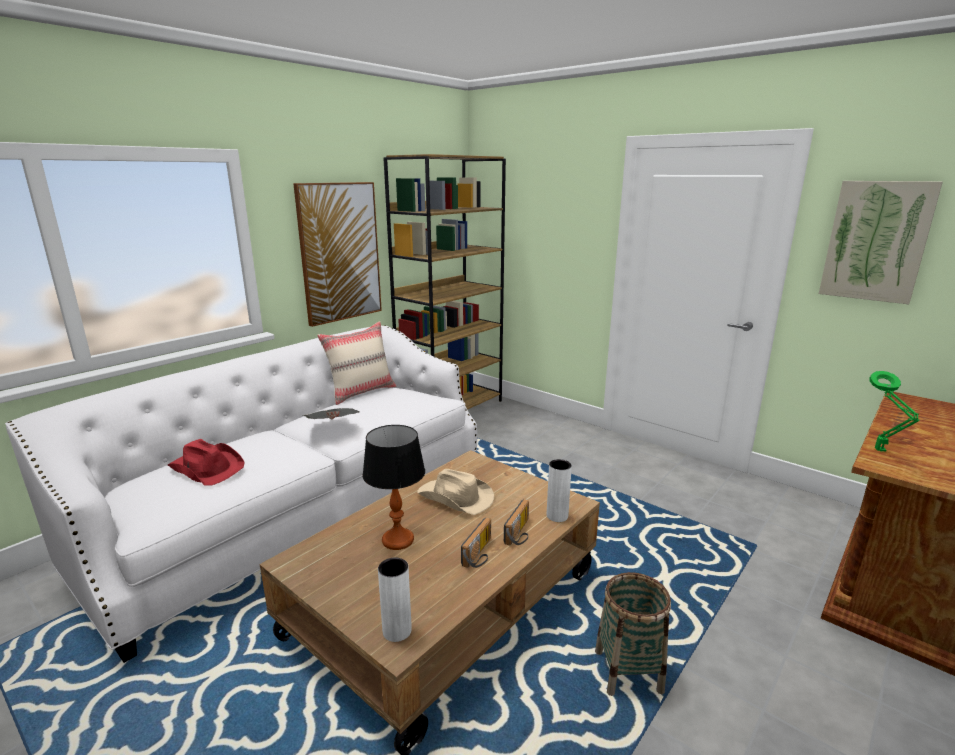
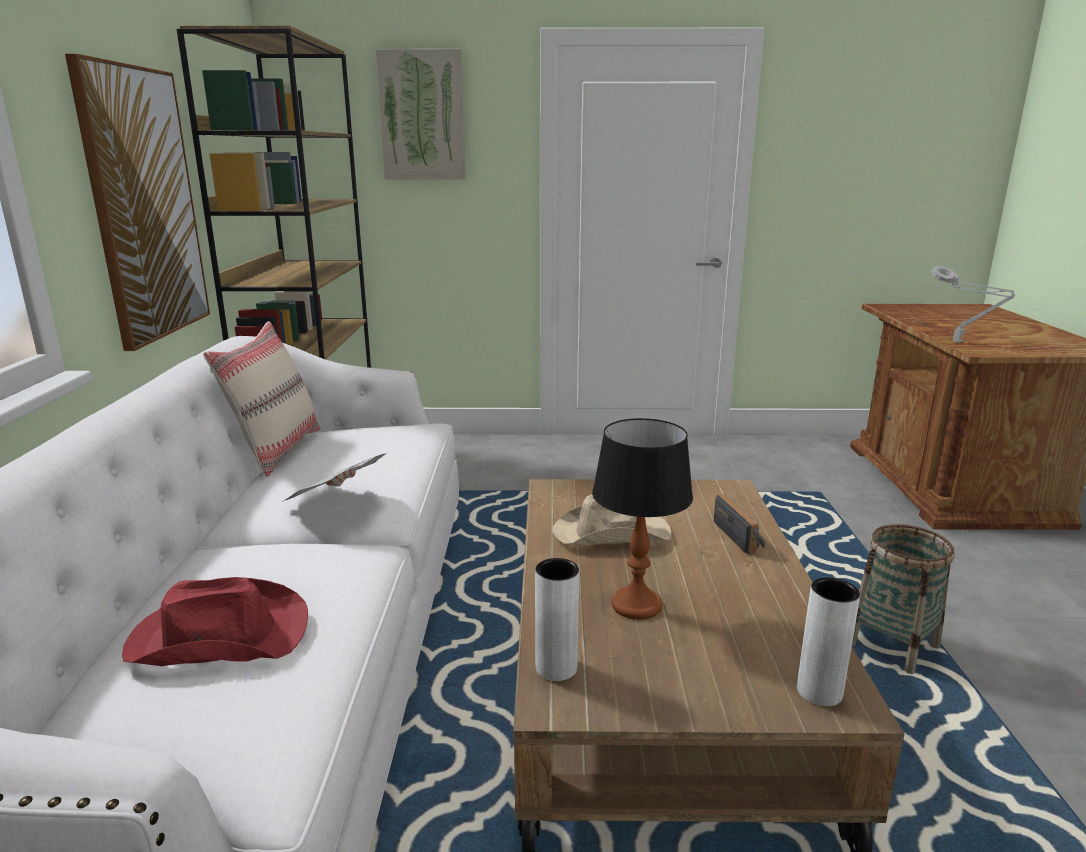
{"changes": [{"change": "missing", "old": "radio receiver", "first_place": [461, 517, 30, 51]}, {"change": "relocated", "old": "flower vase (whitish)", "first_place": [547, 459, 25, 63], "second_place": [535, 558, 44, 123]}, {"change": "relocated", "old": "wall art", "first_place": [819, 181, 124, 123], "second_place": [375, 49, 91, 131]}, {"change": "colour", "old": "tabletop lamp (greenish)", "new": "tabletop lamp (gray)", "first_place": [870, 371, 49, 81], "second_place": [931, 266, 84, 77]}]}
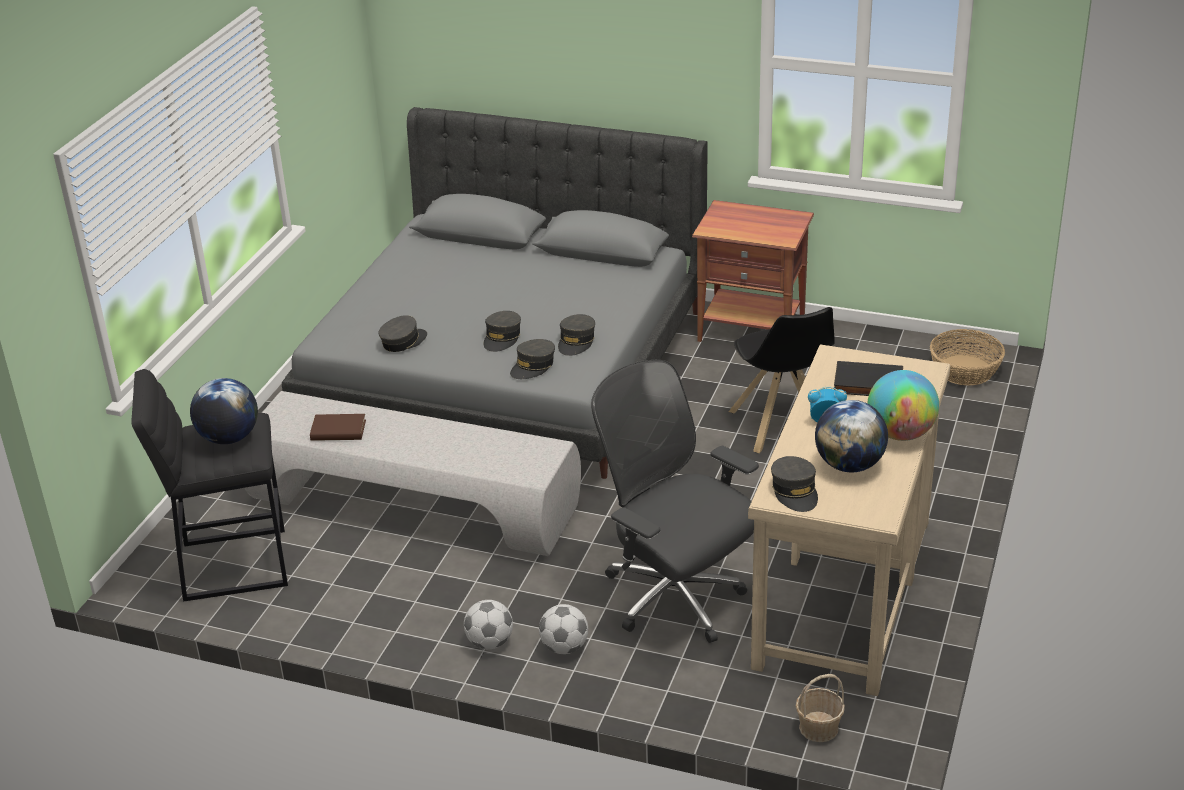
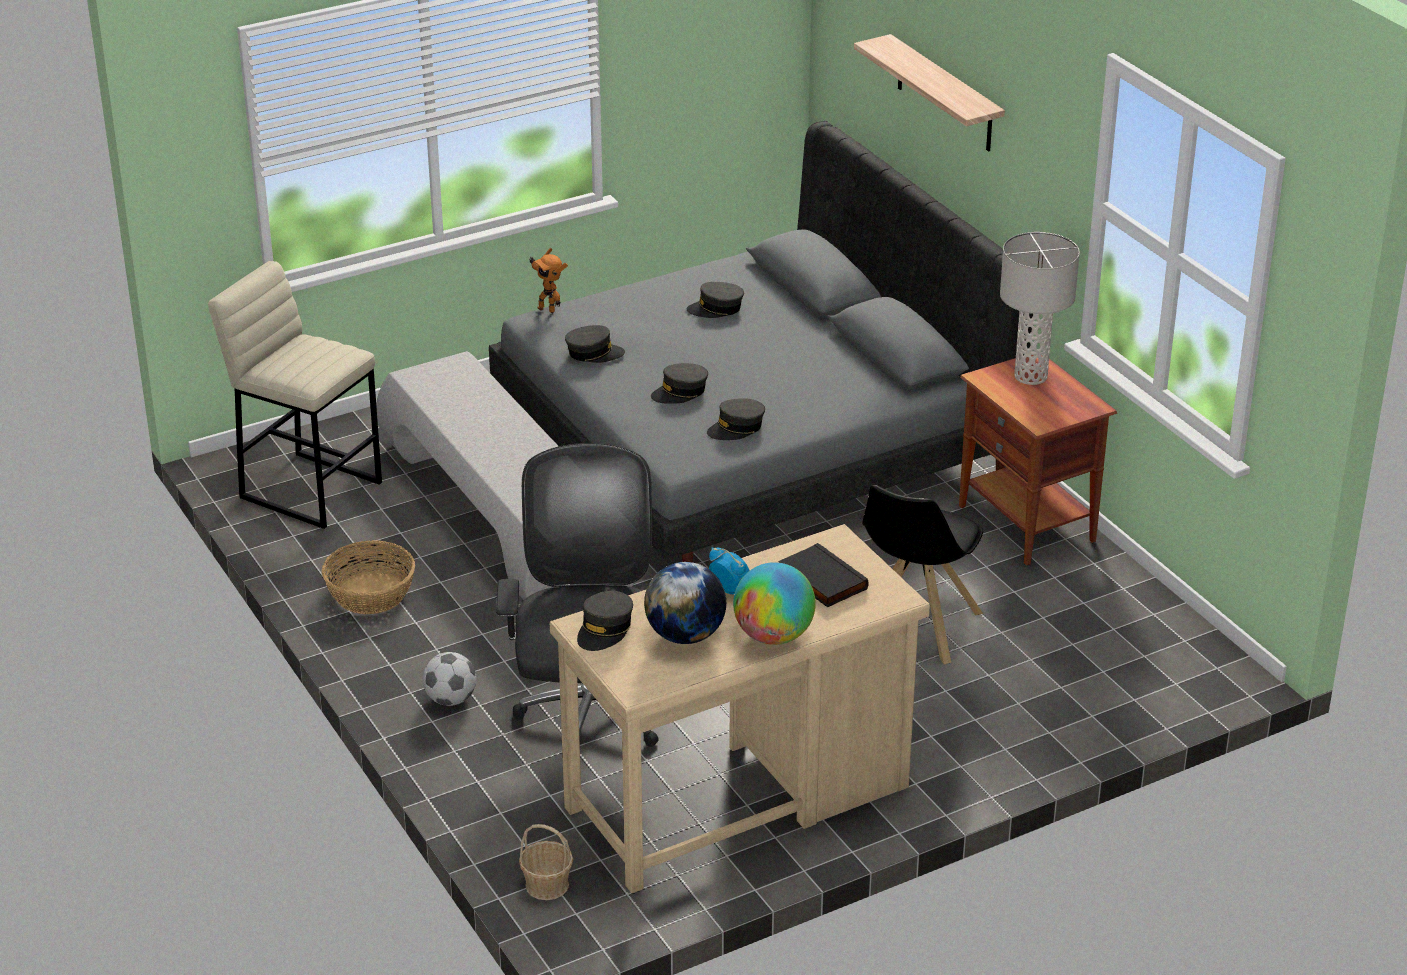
{"changes": [{"change": "missing", "old": "desk globe", "first_place": [190, 378, 68, 66]}, {"change": "missing", "old": "volume (brown)", "first_place": [310, 414, 56, 27]}, {"change": "missing", "old": "football ball", "first_place": [464, 600, 49, 49]}, {"change": "appeared", "new": "model robot", "second_place": [529, 248, 39, 65]}, {"change": "appeared", "new": "bracket shelf", "second_place": [854, 34, 151, 117]}, {"change": "appeared", "new": "tabletop lamp (whitish)", "second_place": [1000, 232, 80, 153]}, {"change": "relocated", "old": "cap (gray)", "first_place": [510, 339, 45, 40], "second_place": [687, 282, 57, 36]}, {"change": "relocated", "old": "household basket", "first_place": [930, 329, 75, 56], "second_place": [322, 540, 93, 74]}, {"change": "colour", "old": "stool (black-coloured)", "new": "stool (beige-coloured)", "first_place": [131, 369, 157, 232], "second_place": [208, 261, 174, 268]}]}
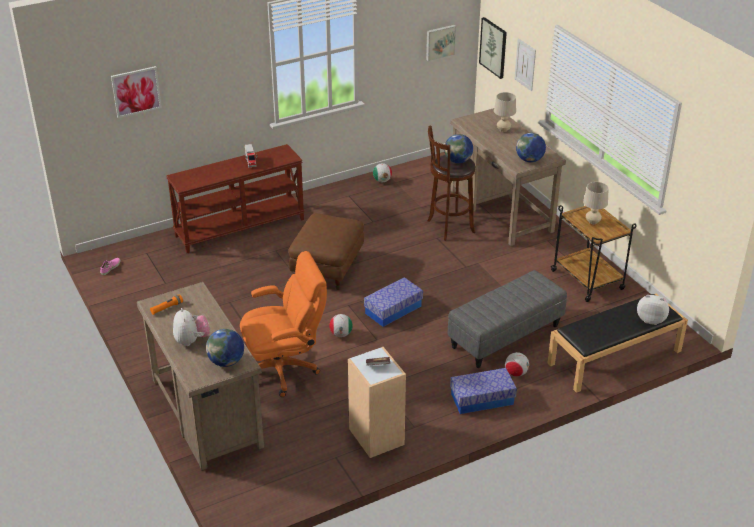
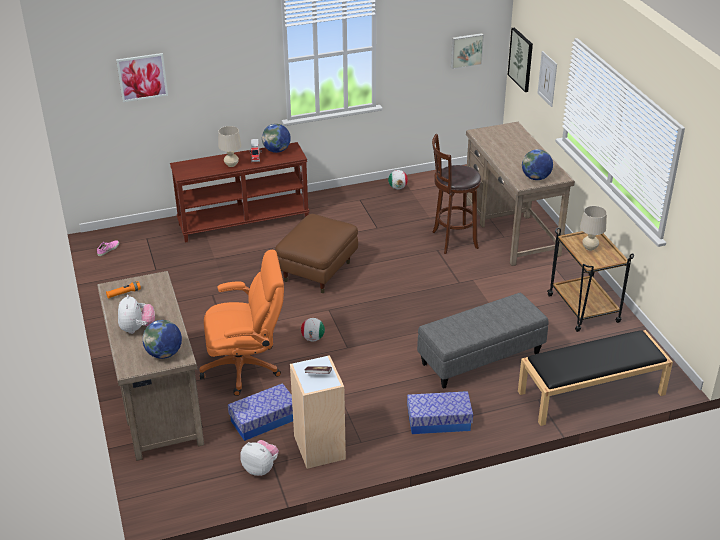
{"changes": [{"change": "missing", "old": "football ball", "first_place": [505, 352, 24, 25]}, {"change": "relocated", "old": "storage box", "first_place": [364, 277, 59, 50], "second_place": [228, 383, 65, 58]}, {"change": "relocated", "old": "desk globe", "first_place": [444, 134, 29, 29], "second_place": [262, 124, 29, 29]}, {"change": "relocated", "old": "tabletop lamp (beige-coloured)", "first_place": [494, 92, 22, 40], "second_place": [218, 126, 24, 41]}, {"change": "relocated", "old": "soft toy", "first_place": [637, 295, 32, 30], "second_place": [240, 440, 39, 36]}]}
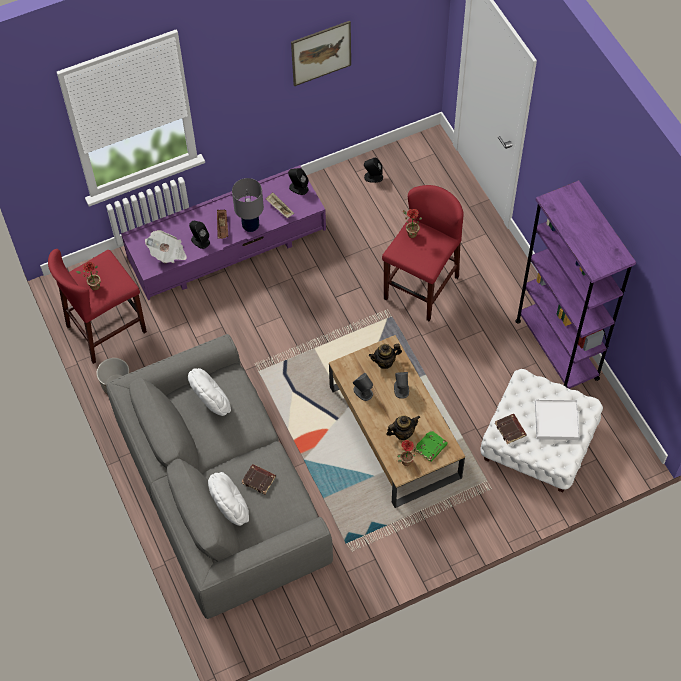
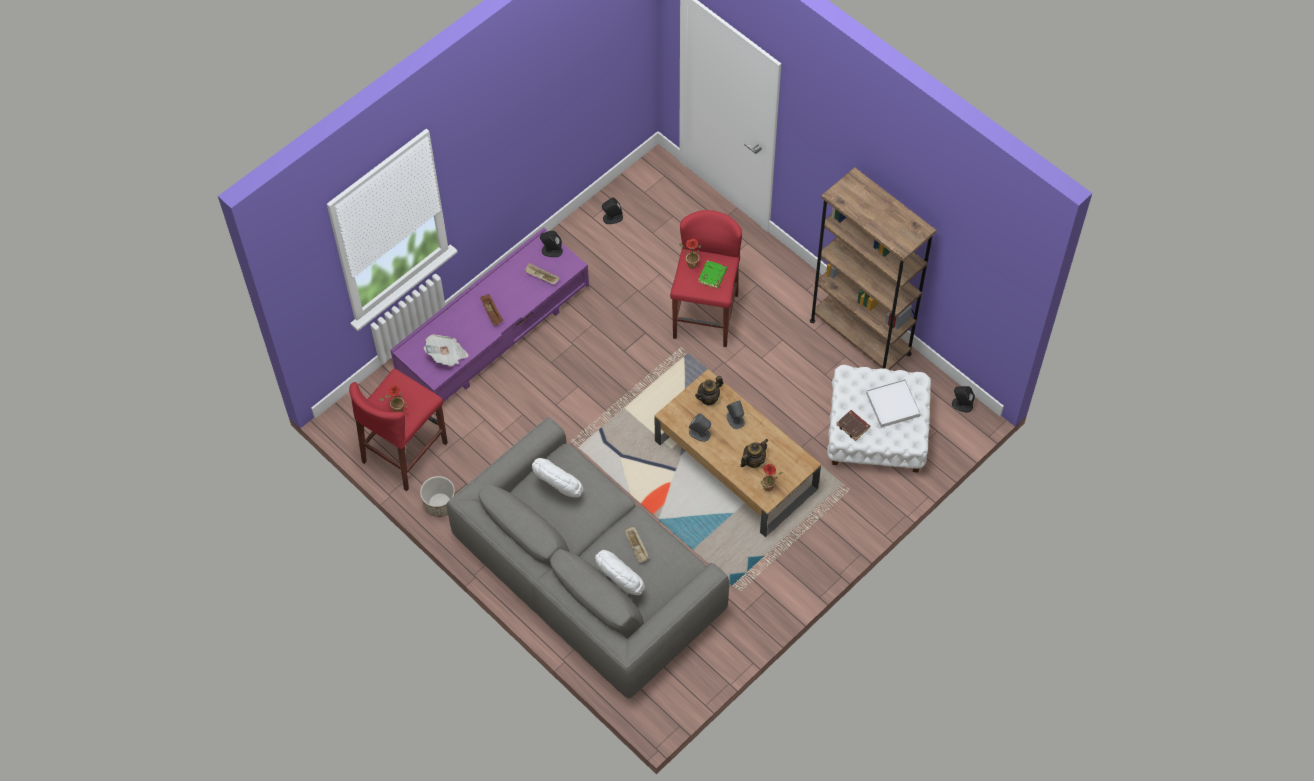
{"changes": [{"change": "missing", "old": "tabletop lamp (gray)", "first_place": [232, 178, 32, 54]}, {"change": "missing", "old": "wall art", "first_place": [291, 21, 60, 65]}, {"change": "relocated", "old": "speaker (black-coloured)", "first_place": [189, 221, 21, 28], "second_place": [952, 386, 23, 27]}, {"change": "relocated", "old": "volume (greenish)", "first_place": [414, 430, 34, 32], "second_place": [698, 260, 29, 28]}, {"change": "exchanged", "old": "volume (brown)", "new": "tray (beige-coloured)", "first_place": [241, 464, 35, 30], "second_place": [625, 526, 24, 36]}, {"change": "colour", "old": "bookcase (purplish)", "new": "bookcase (brown)", "first_place": [515, 180, 121, 209], "second_place": [810, 167, 127, 203]}]}
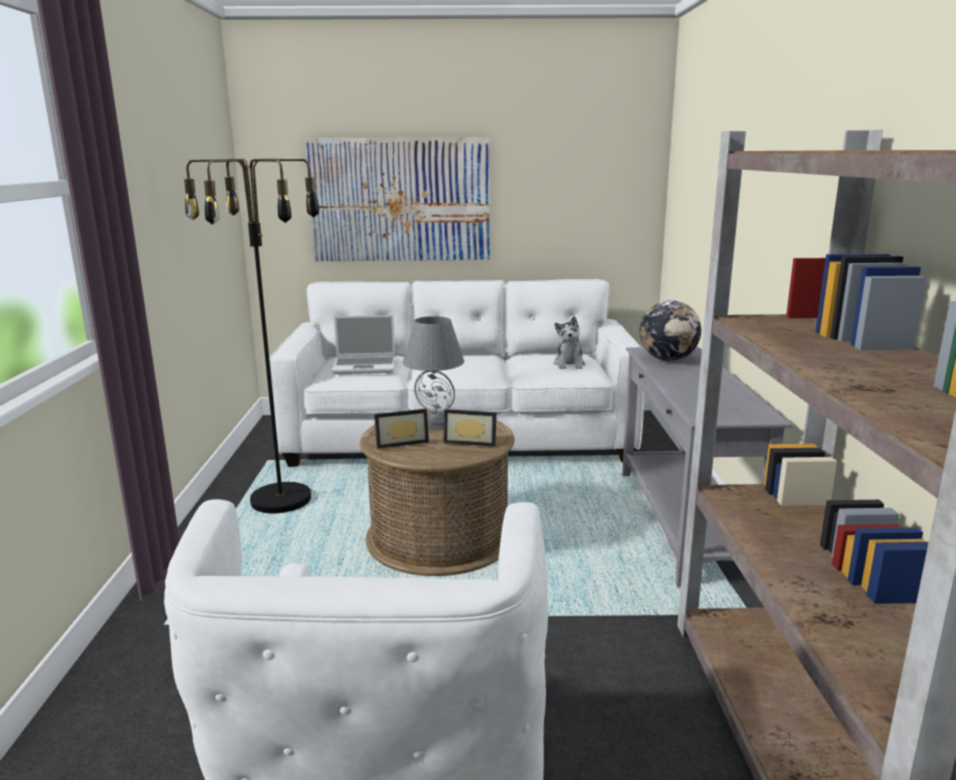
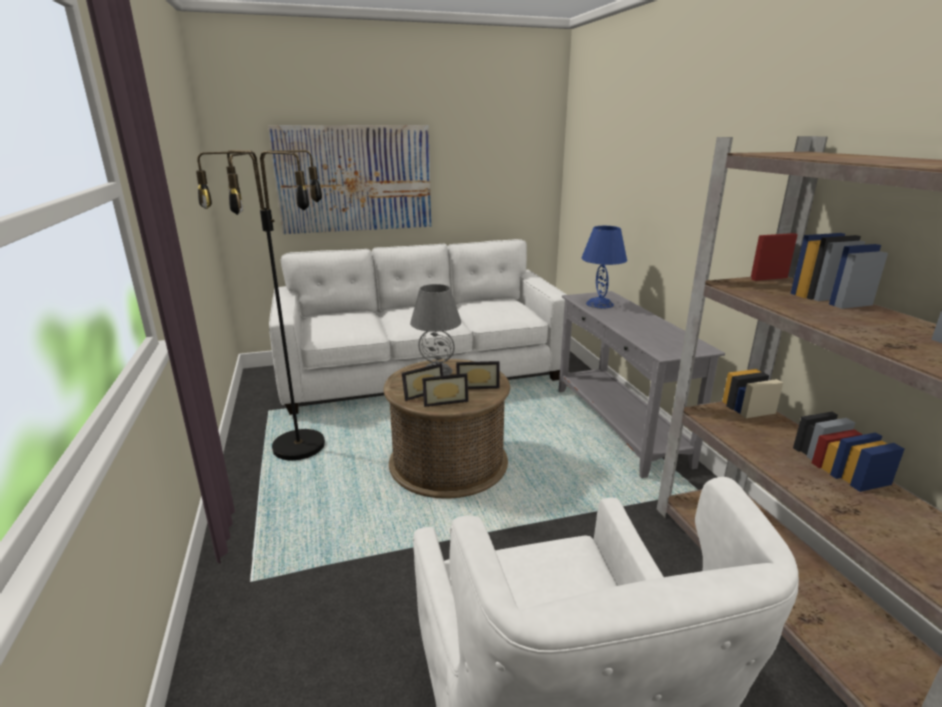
{"changes": [{"change": "missing", "old": "laptop", "first_place": [332, 315, 63, 59]}, {"change": "missing", "old": "soft toy", "first_place": [553, 316, 32, 53]}, {"change": "appeared", "new": "standing frame", "second_place": [422, 373, 47, 34]}, {"change": "exchanged", "old": "desk globe", "new": "tabletop lamp (bluish)", "first_place": [639, 300, 62, 61], "second_place": [581, 226, 46, 82]}]}
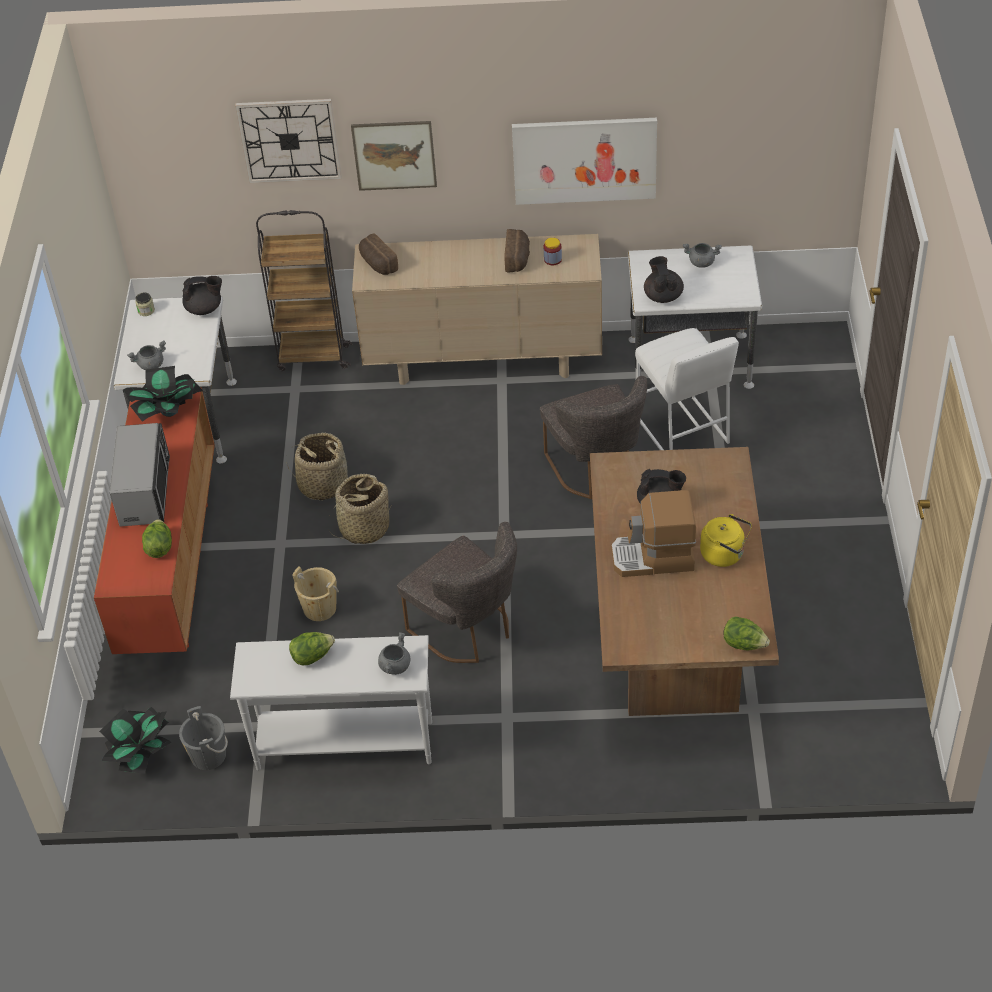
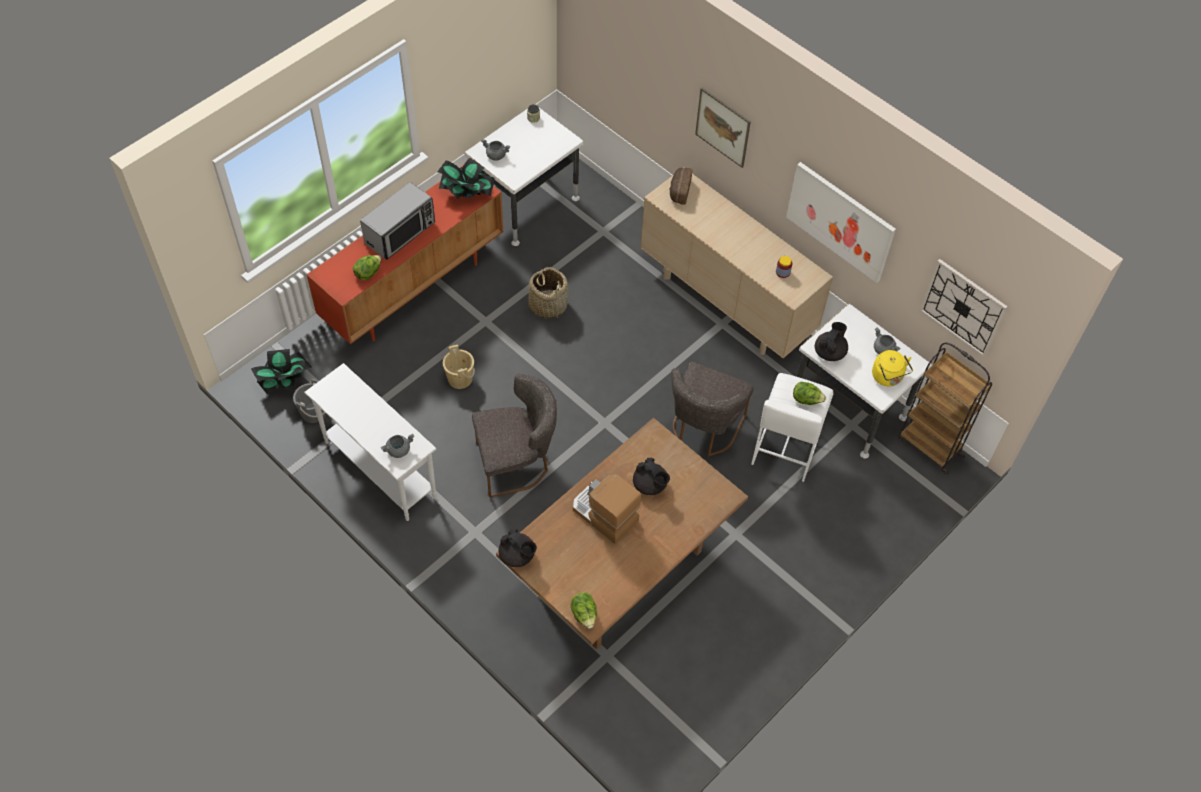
{"changes": [{"change": "missing", "old": "household basket", "first_place": [330, 474, 61, 70]}, {"change": "missing", "old": "bread", "first_place": [504, 229, 26, 43]}, {"change": "relocated", "old": "teapot (black-coloured)", "first_place": [182, 276, 40, 39], "second_place": [499, 528, 38, 39]}, {"change": "relocated", "old": "wall clock", "first_place": [235, 99, 107, 84], "second_place": [919, 259, 89, 98]}, {"change": "relocated", "old": "wheeled cart (brown)", "first_place": [256, 210, 96, 161], "second_place": [898, 343, 94, 132]}, {"change": "relocated", "old": "lettuce", "first_place": [289, 632, 46, 33], "second_place": [793, 382, 33, 23]}, {"change": "relocated", "old": "kettle (yellow)", "first_place": [700, 514, 52, 53], "second_place": [872, 350, 41, 37]}, {"change": "spun", "old": "plain chair (gray)", "first_place": [397, 522, 120, 141], "second_place": [472, 374, 85, 123], "degrees": -105}]}
